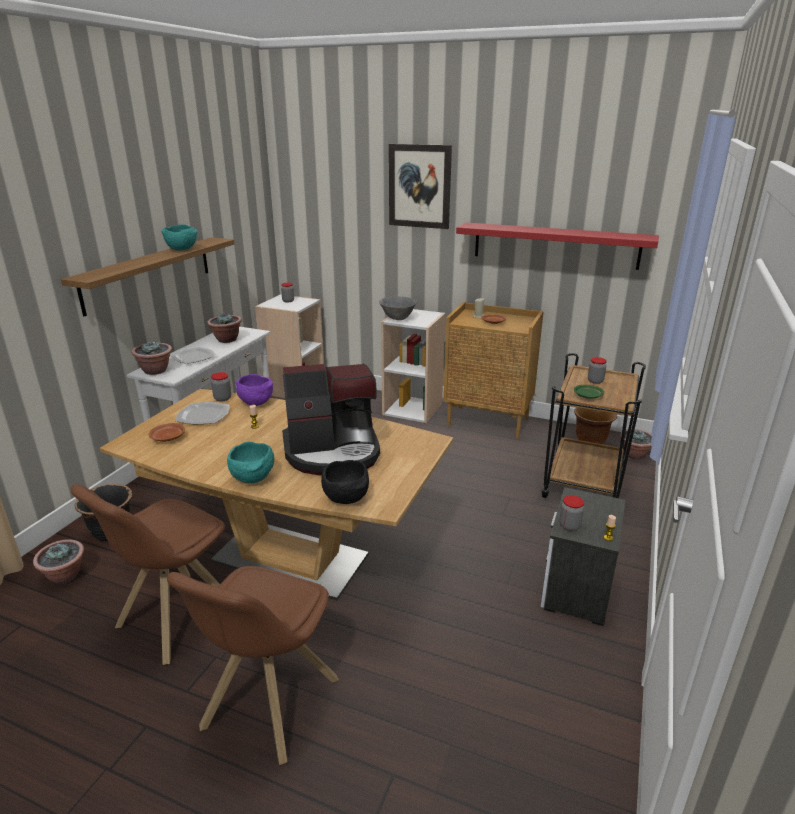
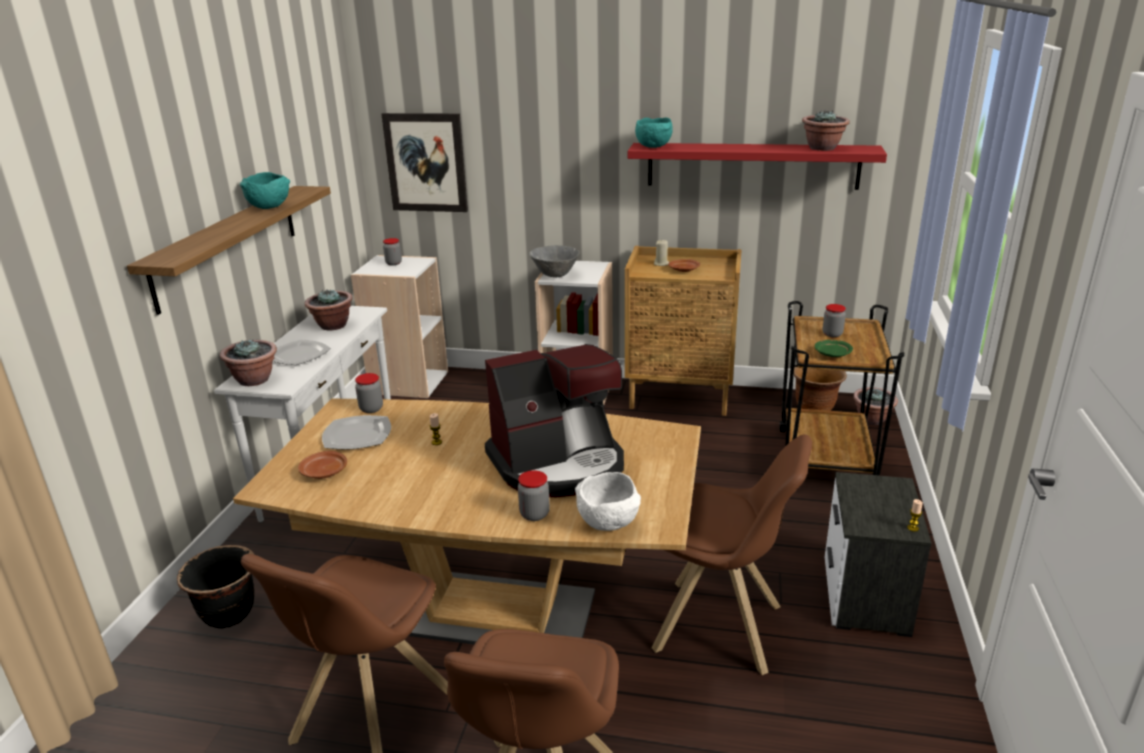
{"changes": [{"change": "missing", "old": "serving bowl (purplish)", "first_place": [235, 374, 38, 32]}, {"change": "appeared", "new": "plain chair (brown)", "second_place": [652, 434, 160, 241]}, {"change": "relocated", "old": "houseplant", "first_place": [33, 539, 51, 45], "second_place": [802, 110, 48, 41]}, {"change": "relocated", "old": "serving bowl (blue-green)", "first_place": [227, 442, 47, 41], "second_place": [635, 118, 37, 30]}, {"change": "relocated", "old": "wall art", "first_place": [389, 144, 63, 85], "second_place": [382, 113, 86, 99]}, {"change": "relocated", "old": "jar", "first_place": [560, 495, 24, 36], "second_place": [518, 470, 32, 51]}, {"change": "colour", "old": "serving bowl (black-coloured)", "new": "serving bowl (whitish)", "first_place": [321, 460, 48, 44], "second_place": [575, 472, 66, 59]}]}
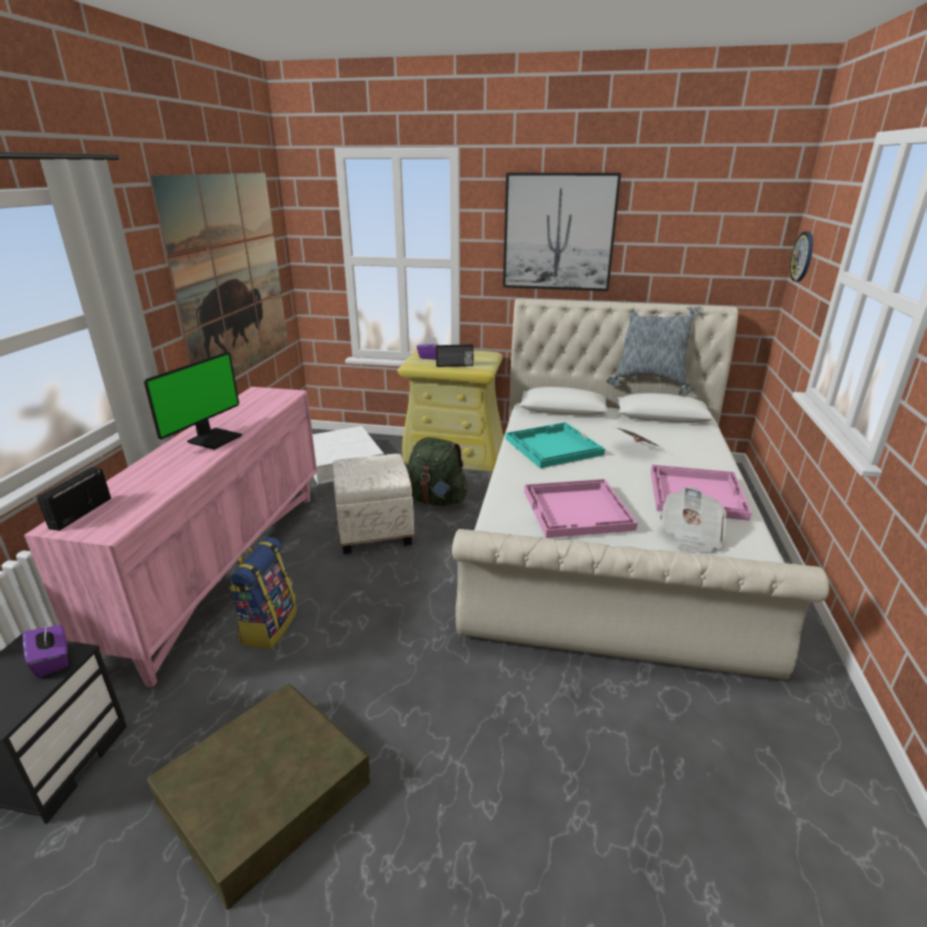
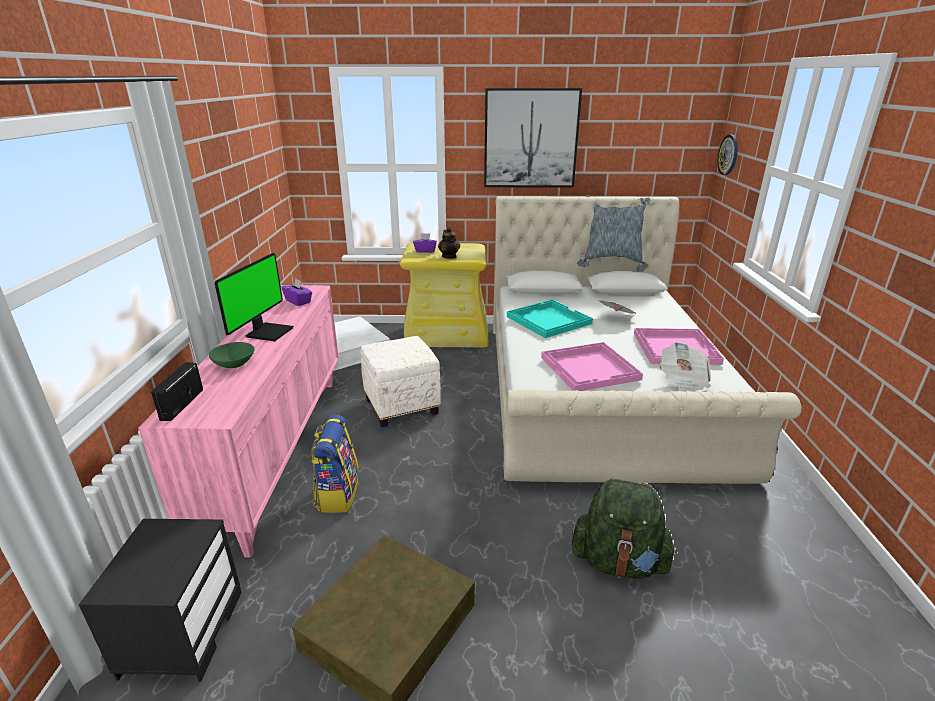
{"changes": [{"change": "missing", "old": "wall art", "first_place": [149, 173, 140, 204]}, {"change": "appeared", "new": "serving bowl (greenish)", "second_place": [209, 342, 45, 26]}, {"change": "relocated", "old": "tissue box (purplish)", "first_place": [23, 621, 45, 57], "second_place": [281, 278, 31, 28]}, {"change": "relocated", "old": "backpack (greenish)", "first_place": [406, 437, 62, 69], "second_place": [572, 479, 105, 100]}, {"change": "exchanged", "old": "radio receiver", "new": "teapot", "first_place": [436, 344, 37, 23], "second_place": [438, 227, 22, 32]}]}
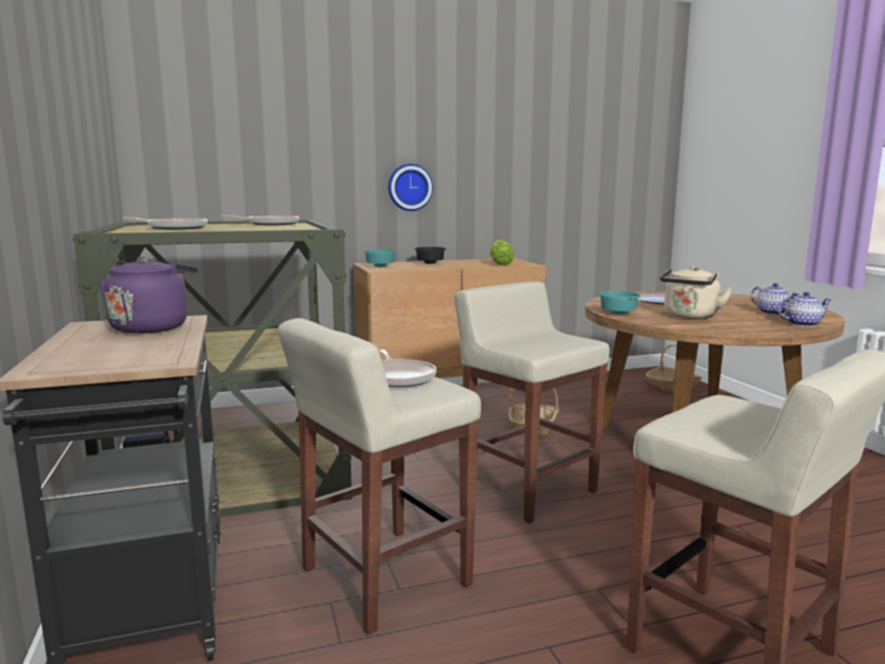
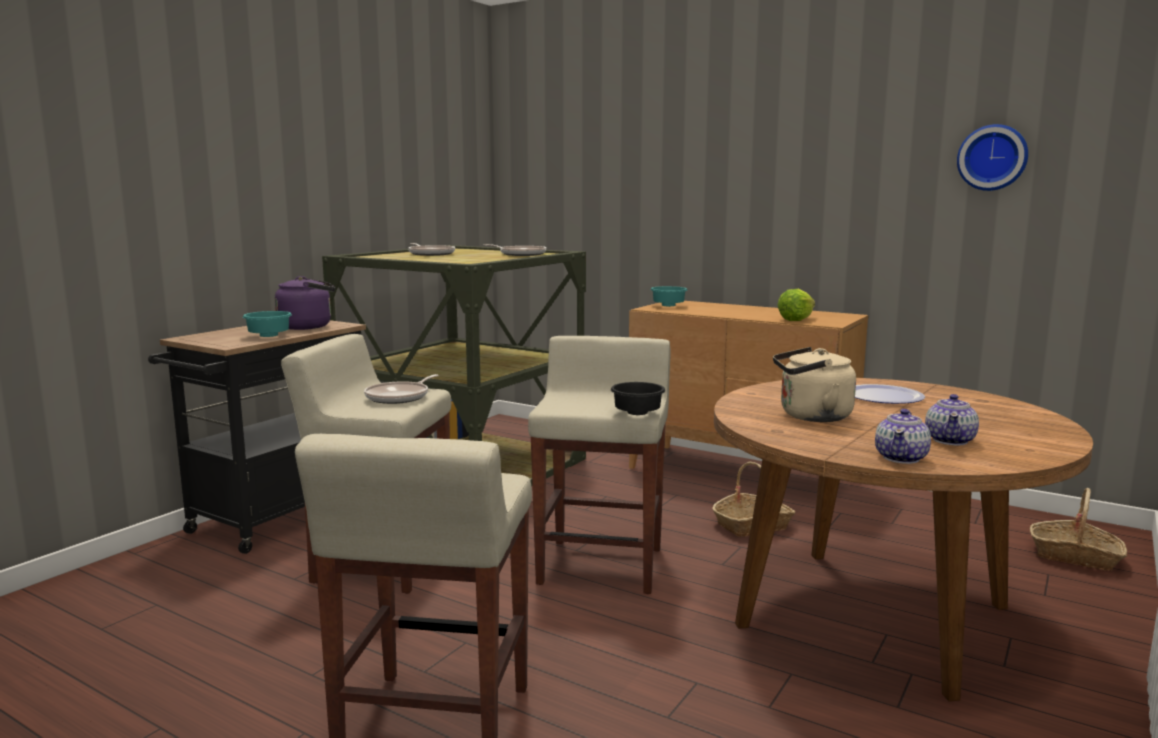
{"changes": [{"change": "relocated", "old": "wall clock", "first_place": [388, 164, 45, 47], "second_place": [957, 124, 71, 67]}, {"change": "relocated", "old": "serving bowl (black-coloured)", "first_place": [414, 247, 32, 17], "second_place": [611, 382, 54, 33]}, {"change": "relocated", "old": "serving bowl (blue-green)", "first_place": [598, 291, 43, 24], "second_place": [243, 311, 49, 26]}, {"change": "spun", "old": "teapot", "first_place": [778, 292, 53, 35], "second_place": [875, 409, 56, 55], "degrees": 75}]}
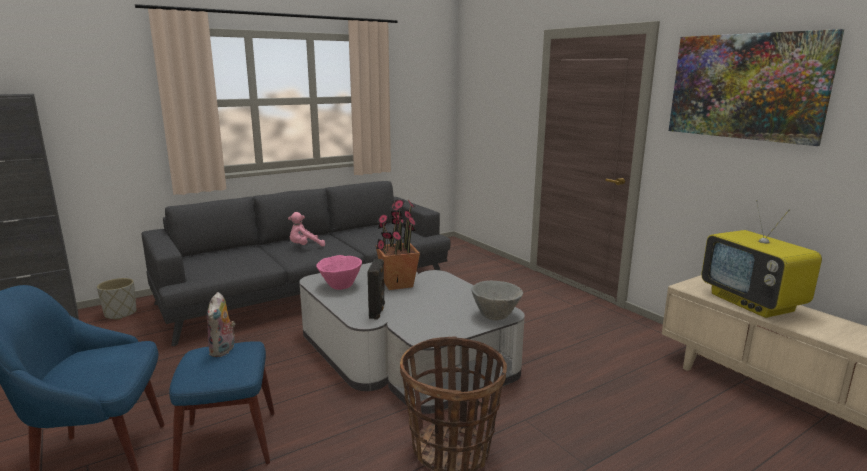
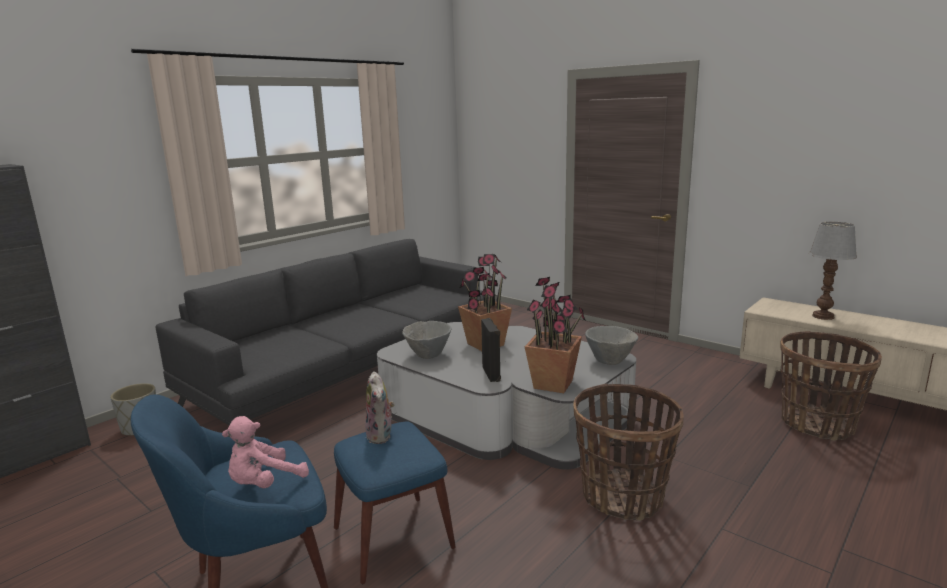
{"changes": [{"change": "missing", "old": "wall art", "first_place": [669, 29, 175, 117]}, {"change": "appeared", "new": "houseplant", "second_place": [524, 277, 62, 116]}, {"change": "appeared", "new": "household basket", "second_place": [780, 331, 102, 110]}, {"change": "relocated", "old": "soft toy (pink)", "first_place": [288, 212, 37, 35], "second_place": [222, 416, 87, 72]}, {"change": "exchanged", "old": "television", "new": "tabletop lamp", "first_place": [701, 200, 121, 118], "second_place": [809, 222, 48, 98]}, {"change": "colour", "old": "serving bowl (pink)", "new": "serving bowl (gray)", "first_place": [316, 255, 46, 35], "second_place": [402, 321, 49, 38]}]}
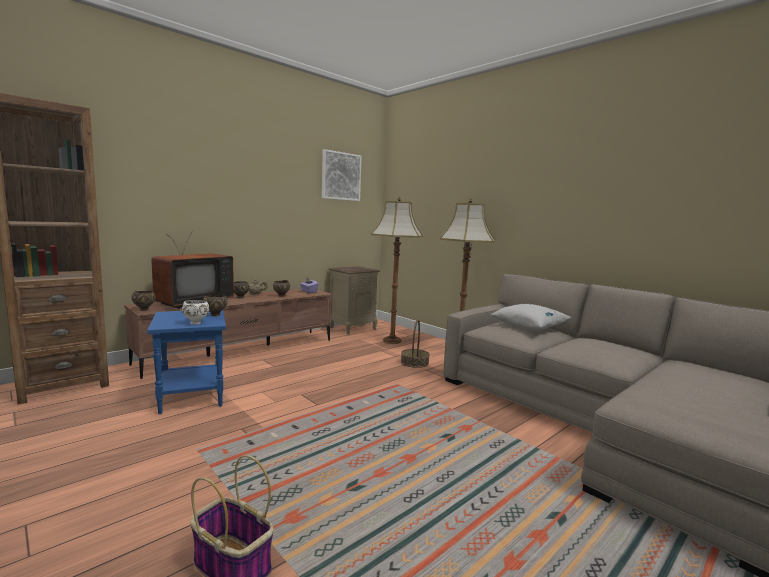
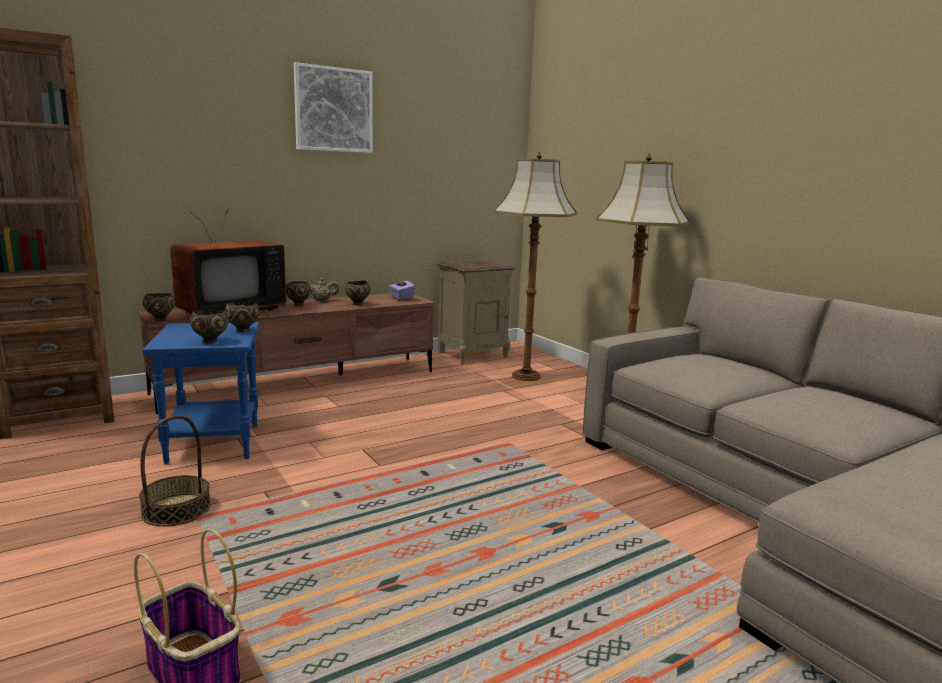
{"changes": [{"change": "missing", "old": "cushion (gray)", "first_place": [491, 304, 80, 26]}, {"change": "relocated", "old": "wall art", "first_place": [322, 149, 40, 52], "second_place": [294, 62, 79, 91]}, {"change": "relocated", "old": "household basket", "first_place": [401, 320, 29, 48], "second_place": [139, 415, 72, 112]}, {"change": "colour", "old": "serving bowl (whitish)", "new": "serving bowl (brown)", "first_place": [182, 300, 27, 24], "second_place": [190, 309, 38, 35]}]}
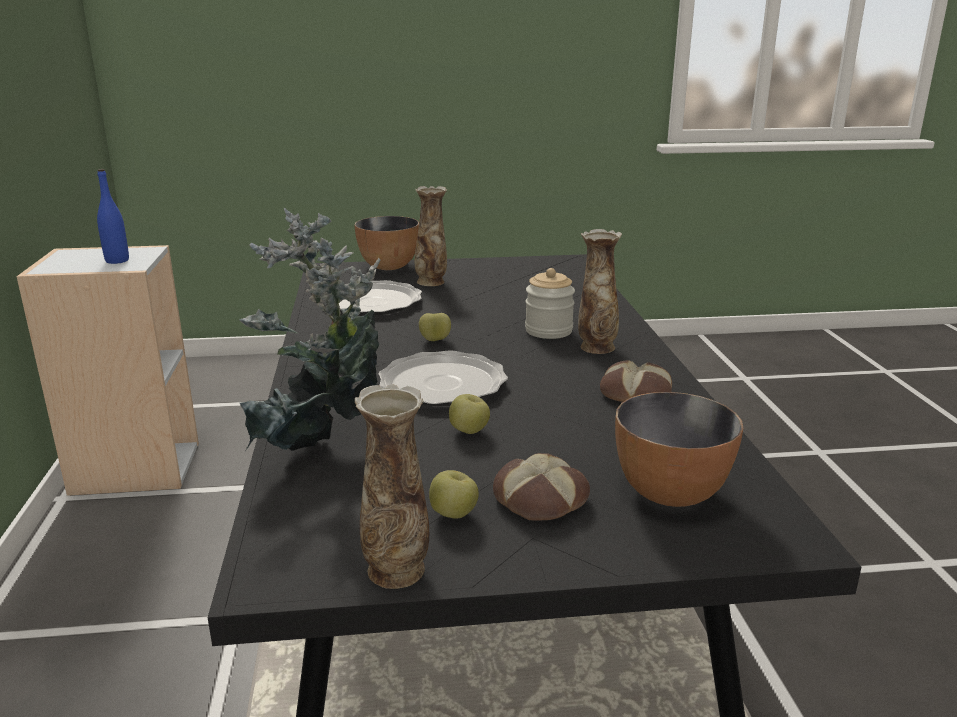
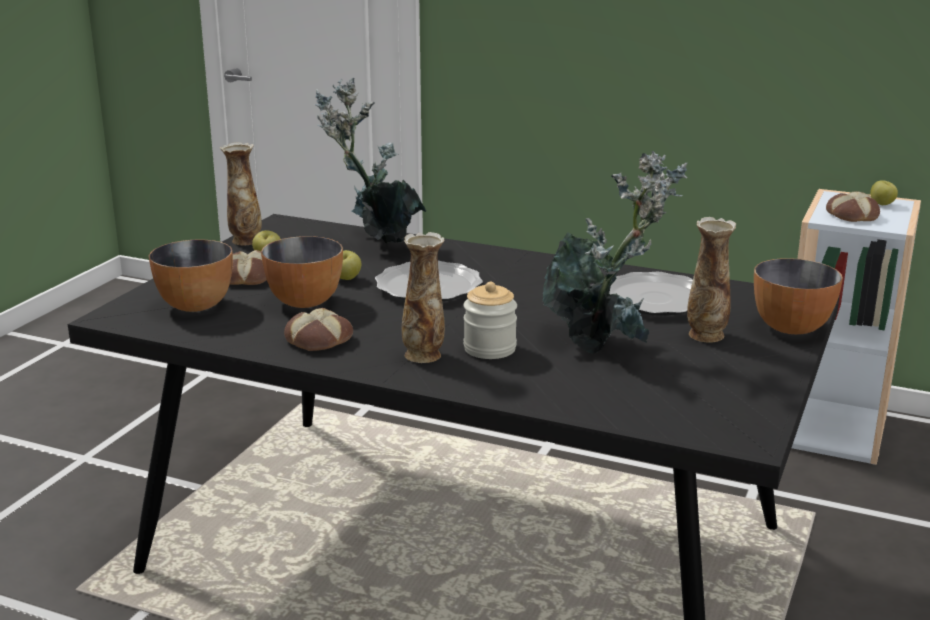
{"changes": [{"change": "appeared", "new": "serving bowl", "second_place": [261, 236, 82, 72]}, {"change": "appeared", "new": "houseplant", "second_place": [543, 151, 145, 203]}, {"change": "relocated", "old": "apple", "first_place": [419, 313, 32, 28], "second_place": [870, 180, 28, 25]}, {"change": "exchanged", "old": "beverage bottle (bluish)", "new": "bread", "first_place": [97, 169, 32, 95], "second_place": [826, 191, 54, 31]}]}
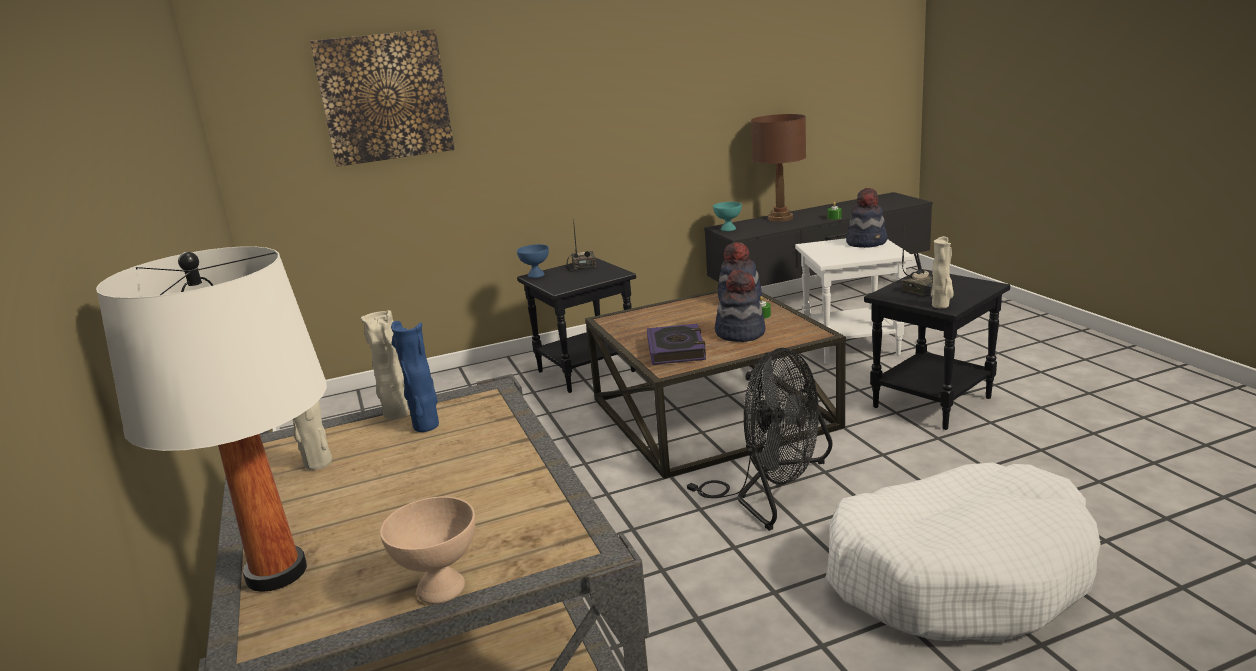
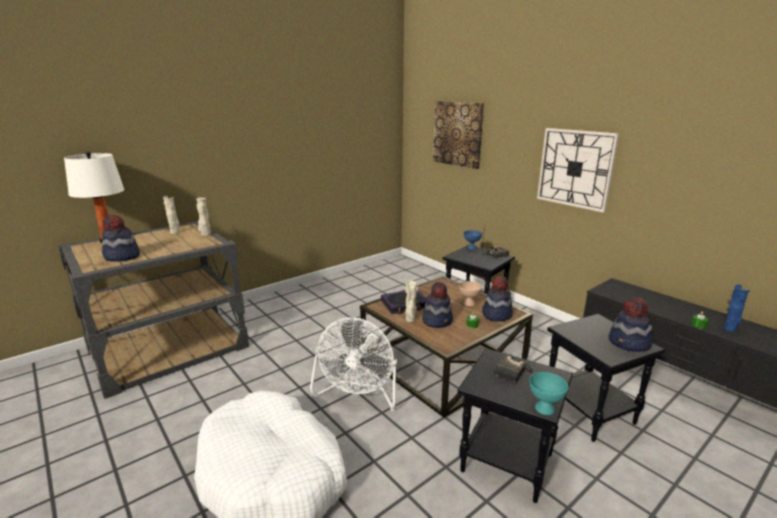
{"changes": [{"change": "missing", "old": "tabletop lamp (brown)", "first_place": [751, 114, 55, 108]}, {"change": "appeared", "new": "wearable hat", "second_place": [102, 215, 38, 47]}, {"change": "appeared", "new": "wall clock", "second_place": [537, 128, 82, 85]}, {"change": "relocated", "old": "serving bowl (beige-coloured)", "first_place": [380, 496, 95, 108], "second_place": [459, 281, 23, 25]}, {"change": "relocated", "old": "flower vase (bluish)", "first_place": [391, 321, 48, 111], "second_place": [723, 284, 27, 48]}, {"change": "relocated", "old": "serving bowl (blue-green)", "first_place": [713, 202, 29, 29], "second_place": [529, 372, 39, 43]}, {"change": "relocated", "old": "flower vase (beige-coloured)", "first_place": [931, 236, 23, 73], "second_place": [405, 281, 13, 41]}, {"change": "colour", "old": "fan (black-coloured)", "new": "fan (whitish)", "first_place": [686, 348, 146, 183], "second_place": [310, 317, 87, 95]}, {"change": "colour", "old": "side table (whitish)", "new": "side table (black-coloured)", "first_place": [795, 238, 118, 126], "second_place": [547, 314, 118, 128]}]}
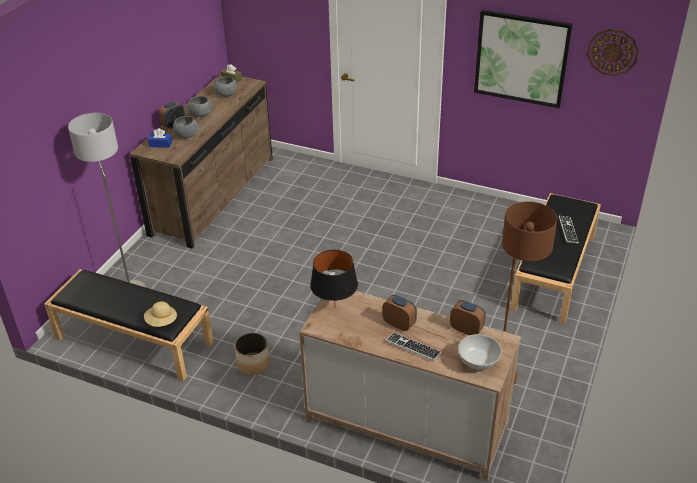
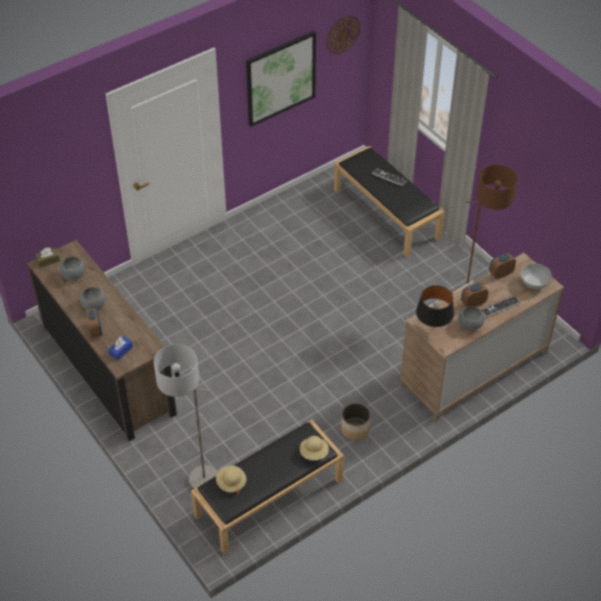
{"changes": [{"change": "appeared", "new": "wearable hat (beige-coloured)", "second_place": [216, 465, 30, 29]}, {"change": "relocated", "old": "serving bowl (gray)", "first_place": [173, 116, 25, 22], "second_place": [459, 306, 26, 25]}]}
